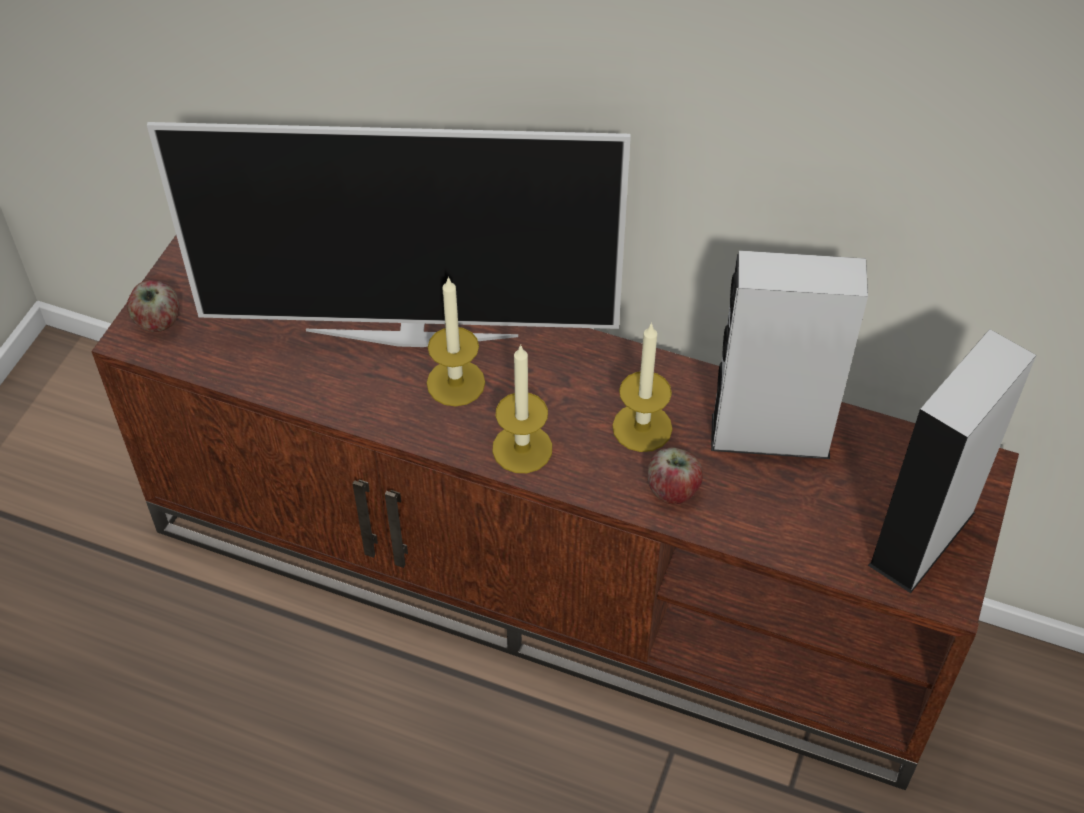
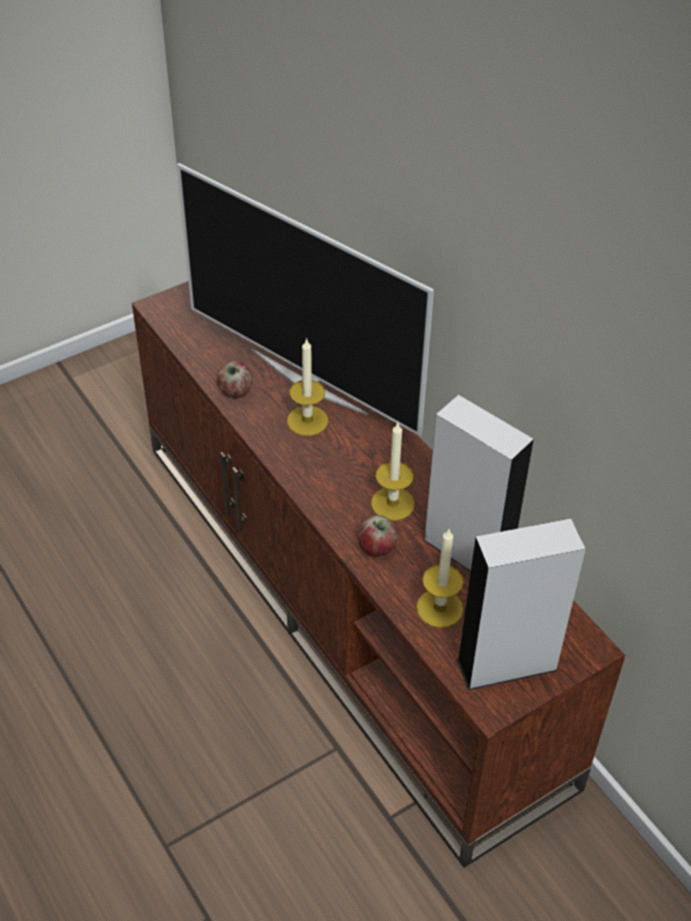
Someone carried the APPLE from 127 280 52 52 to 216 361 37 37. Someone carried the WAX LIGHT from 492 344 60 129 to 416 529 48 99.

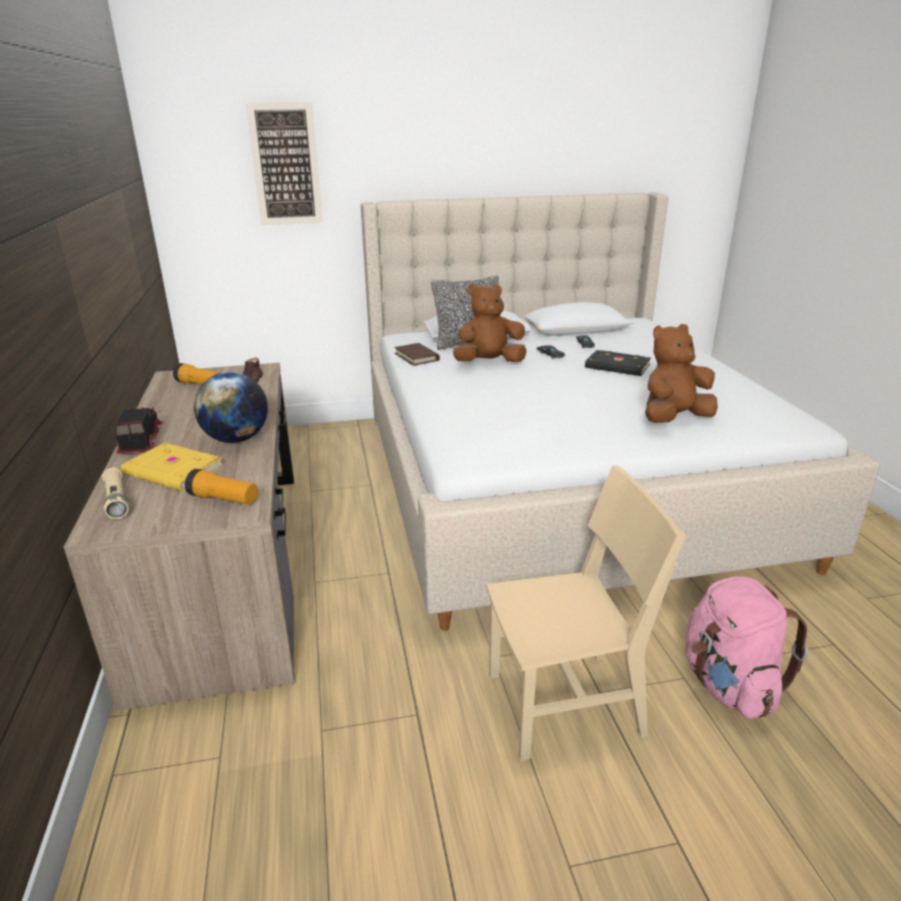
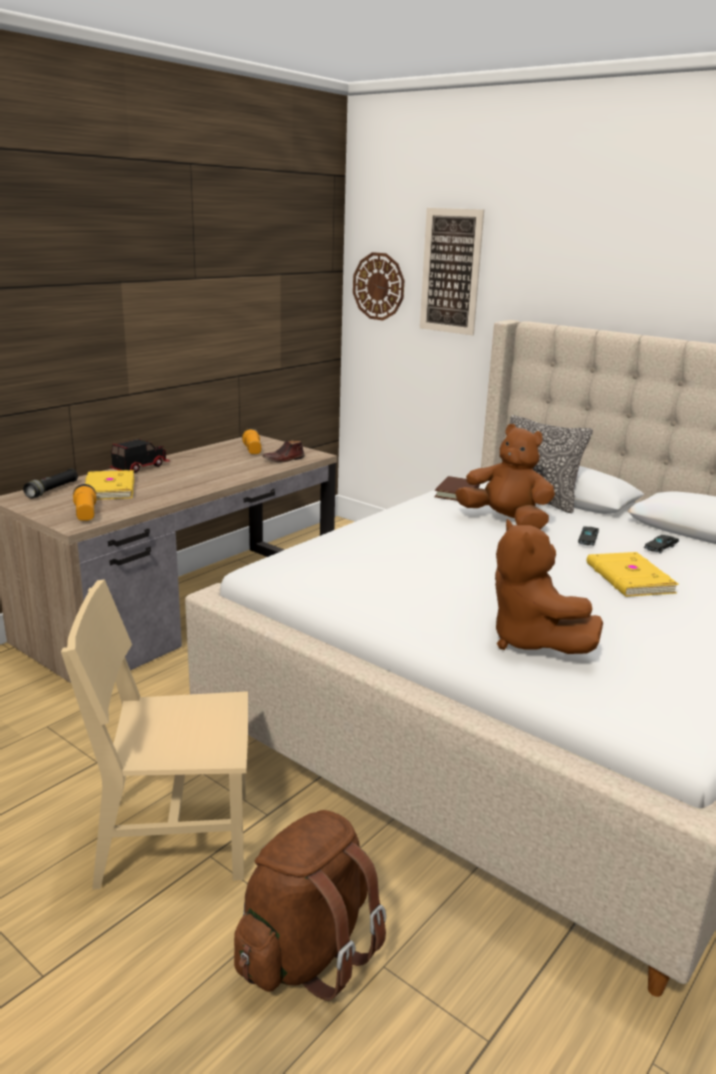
Someone repainted the SAND-COLOURED TORCH at 102 468 27 51, which became the BLACK-COLOURED TORCH at 23 469 55 29. Someone rotated the SAND-COLOURED UPRIGHT CHAIR at 486 465 200 296 by 135 degrees clockwise. Someone repainted the PINK RUCKSACK at 686 576 122 143, which became the BROWN RUCKSACK at 234 810 152 191. Someone put up the CLOCK ON THE WALL at 353 252 51 68. Someone rotated the BROWN CUDDLY TOY at 645 324 73 99 by 135 degrees counterclockwise. Someone repainted the BLACK-COLOURED BOUND BOOK at 585 350 66 26, which became the YELLOW BOUND BOOK at 587 552 91 45. Someone took away the GLOBE at 194 372 74 71.

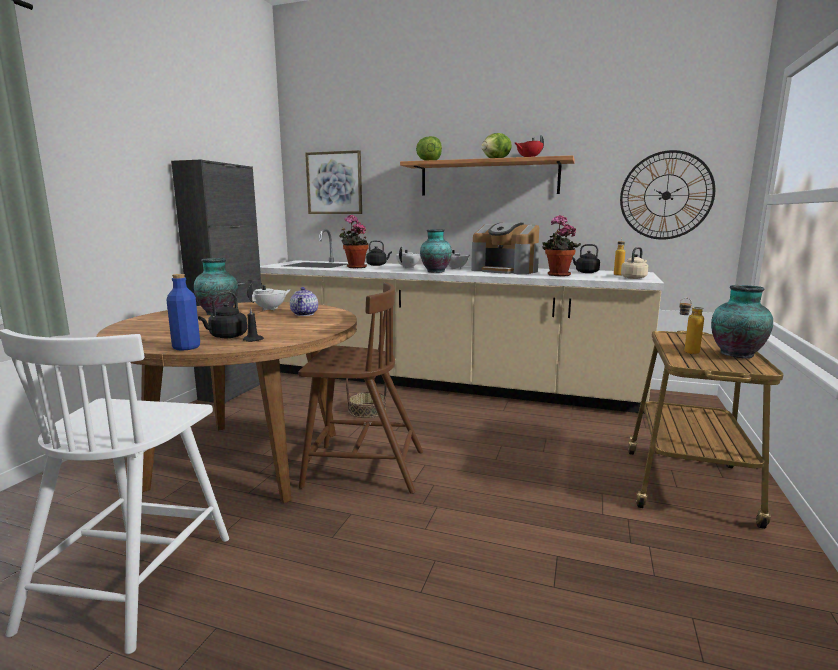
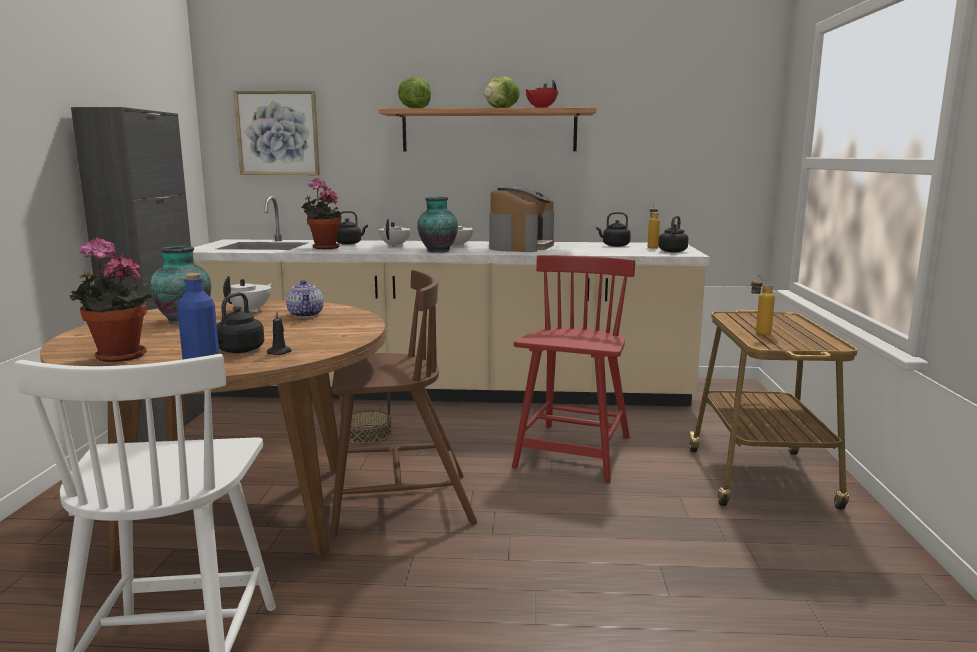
Someone carried the HOUSEPLANT from 542 215 39 61 to 70 237 82 125. Someone rotated the COFFEE BREWER at 471 222 69 53 by 90 degrees counterclockwise. Someone put down the RED-COLOURED UPRIGHT CHAIR at 512 255 123 228. Someone repainted the SAND-COLOURED TEA KETTLE at 621 247 27 32, which became the BLACK-COLOURED TEA KETTLE at 658 216 30 36. Someone took away the CLOCK ON THE WALL at 620 150 95 90. Someone took away the VASE at 711 285 62 74.

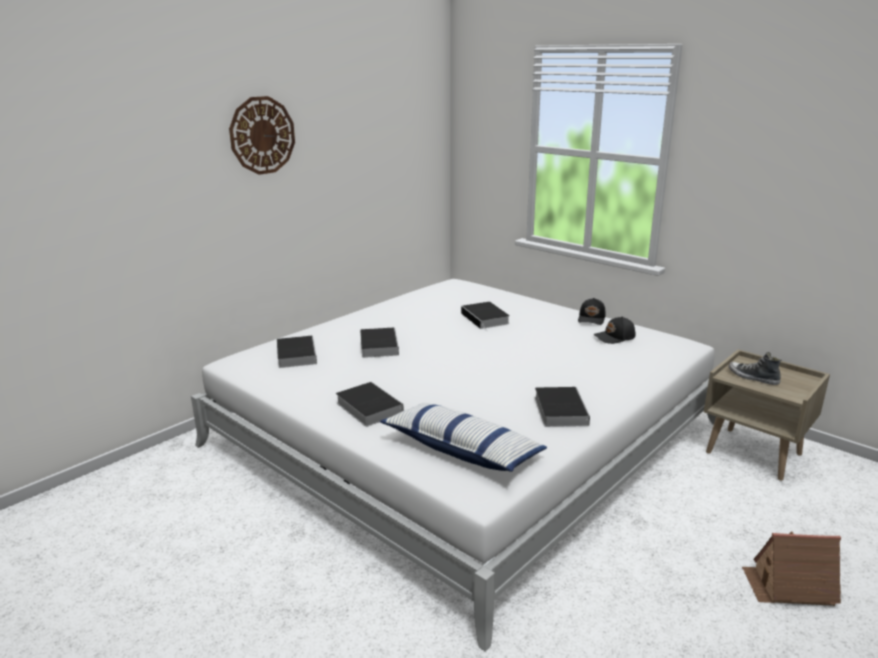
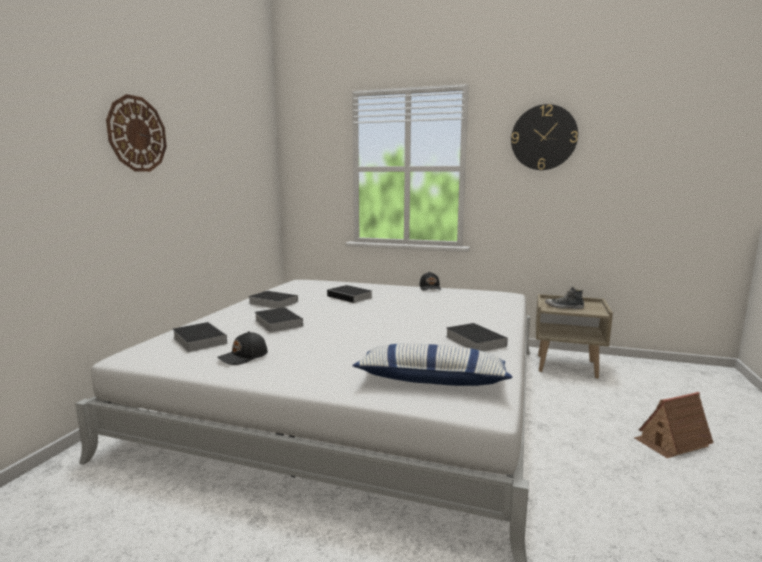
Someone carried the BLACK-COLOURED CAP from 593 317 42 27 to 217 331 51 34. Someone carried the BOUND BOOK from 336 382 68 45 to 248 291 50 18. Someone put up the CLOCK ON THE WALL at 511 104 67 66.

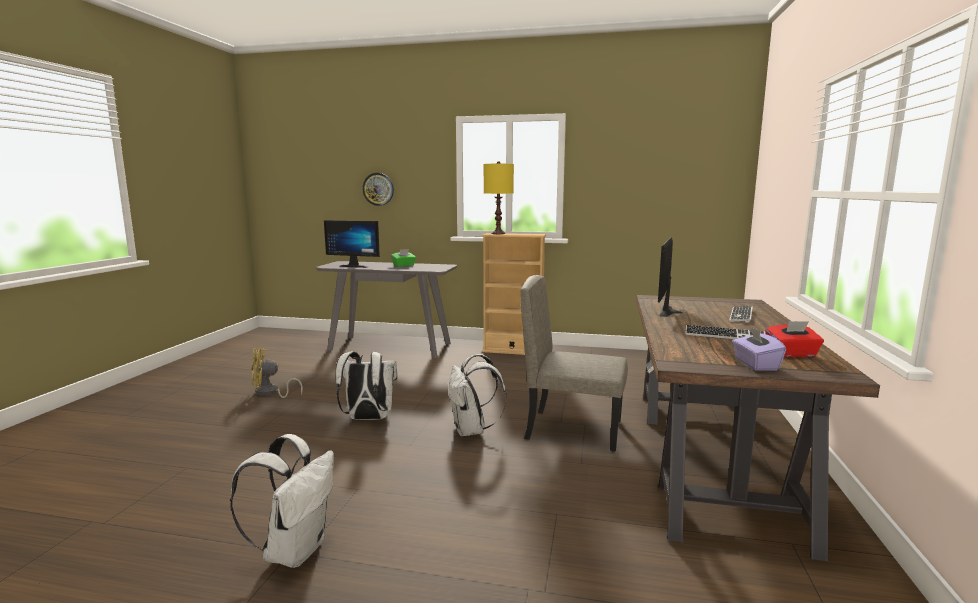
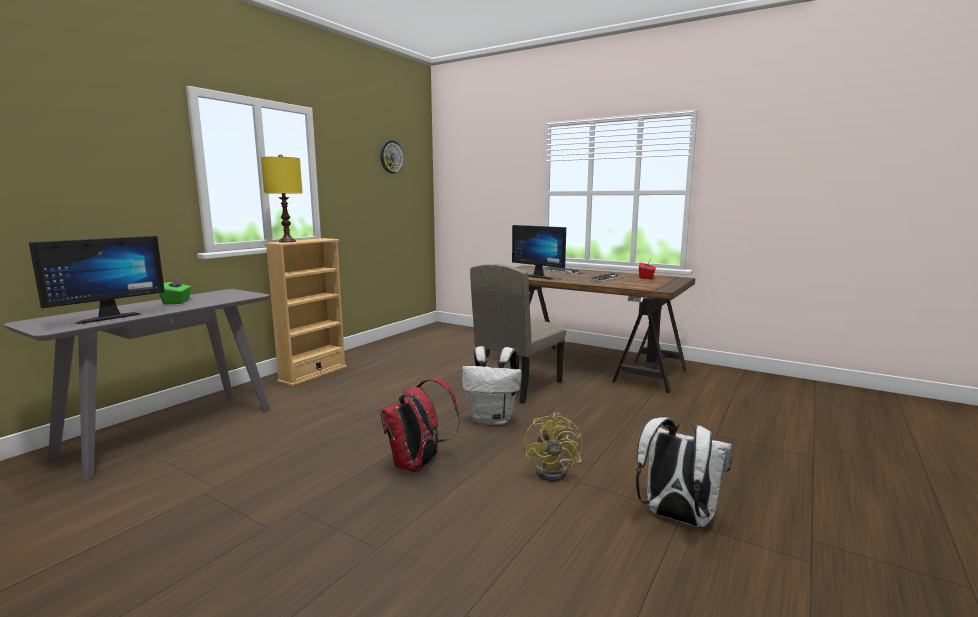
Someone carried the CLOCK ON THE WALL from 362 173 32 33 to 380 140 24 34. Someone repainted the WHITE RUCKSACK at 335 351 63 69, which became the RED-COLOURED RUCKSACK at 380 378 80 94. Someone carried the YELLOW FAN from 251 348 52 50 to 524 412 58 70. Someone took away the PURPLE-COLOURED TISSUE HOLDER at 732 326 54 45.

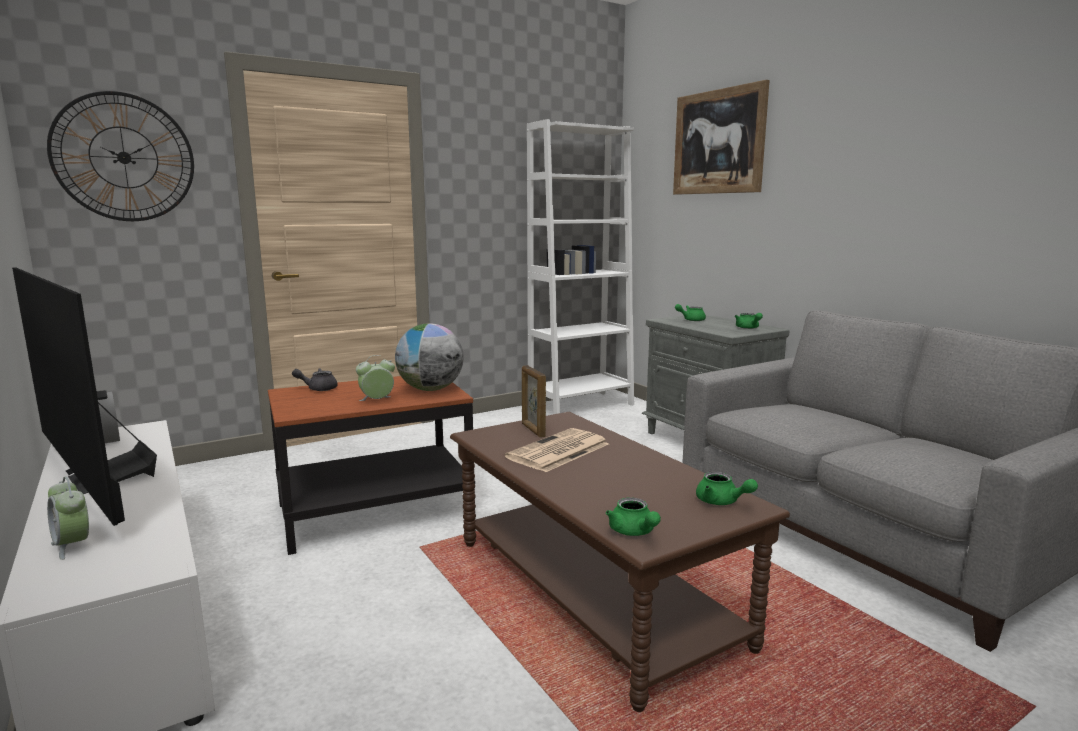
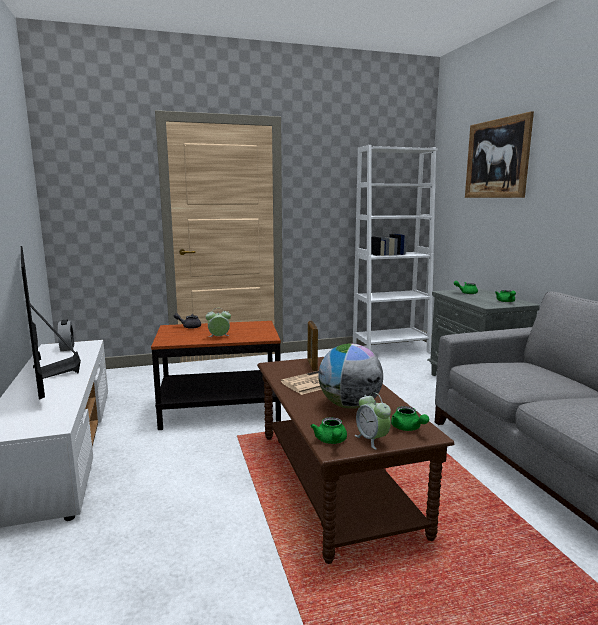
Someone carried the GLOBE from 395 323 69 68 to 318 343 65 66. Someone carried the BEDSIDE CLOCK from 47 477 42 83 to 355 392 36 58. Someone took away the CLOCK ON THE WALL at 47 91 147 130.

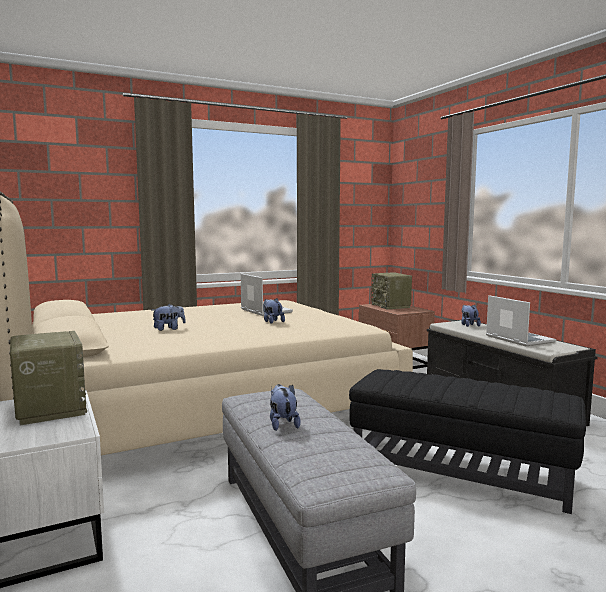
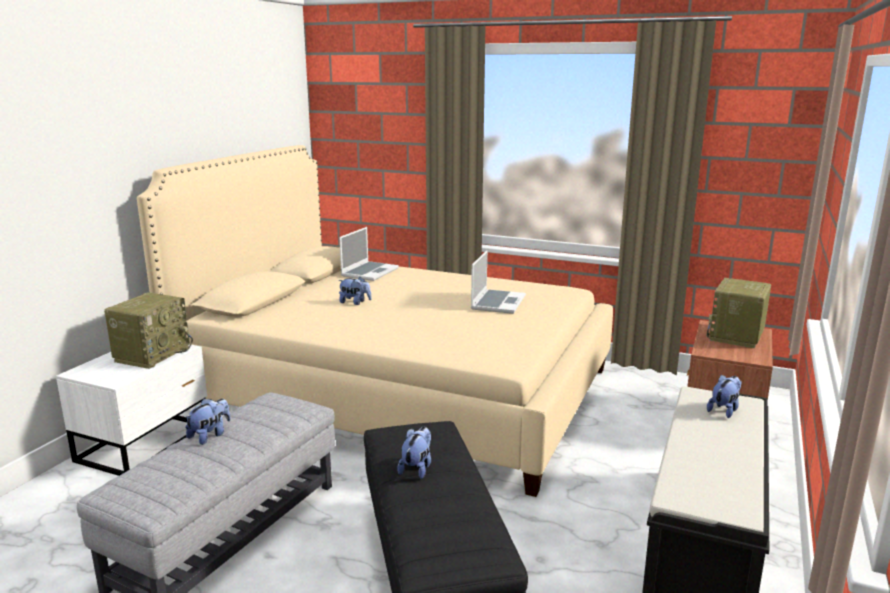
Someone carried the NOTEBOOK COMPUTER from 486 295 70 51 to 340 227 59 54. Someone carried the CUDDLY TOY from 263 298 22 26 to 397 427 34 52.

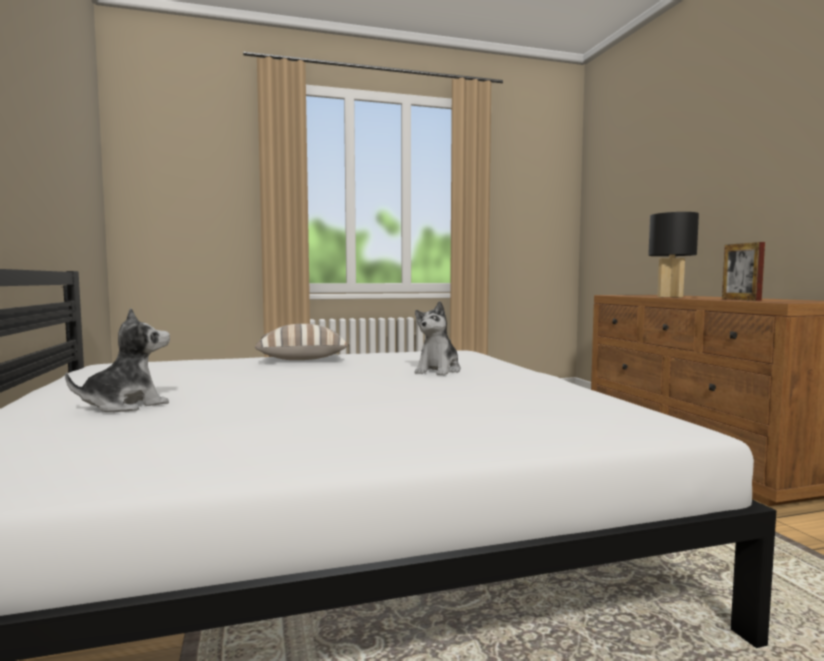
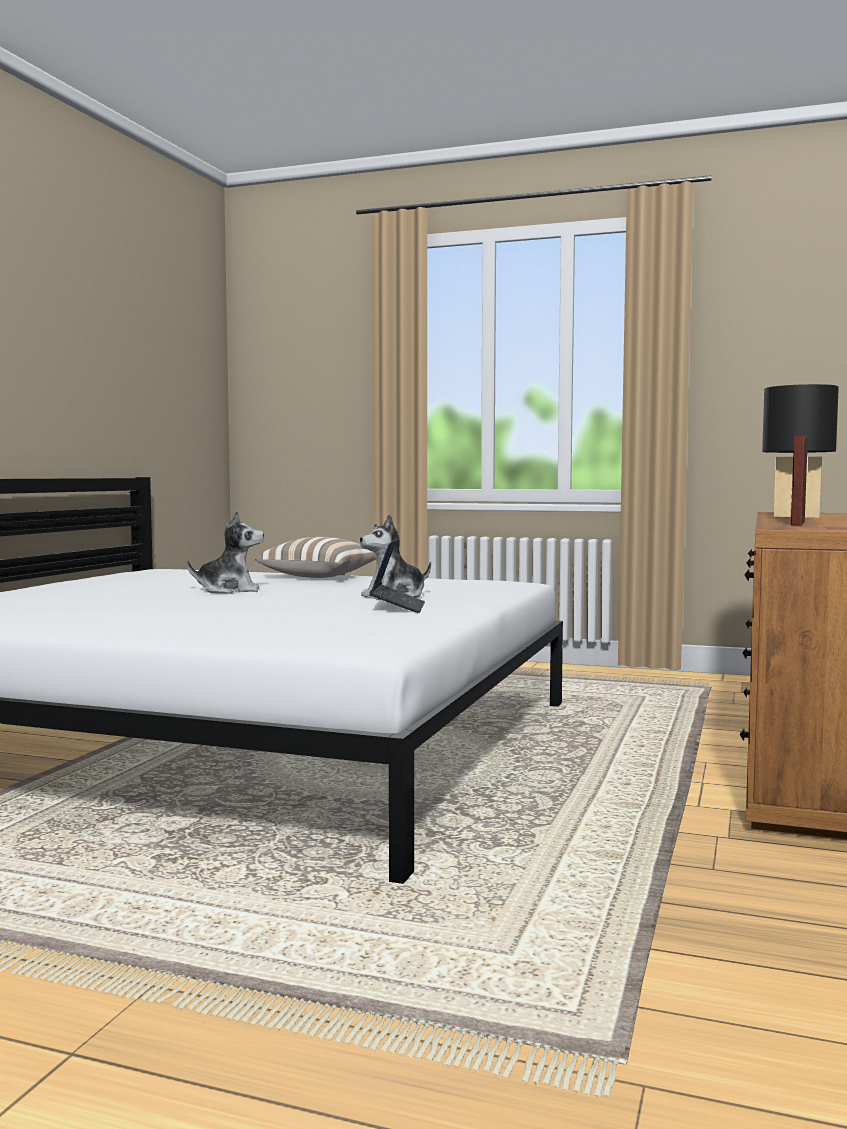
Someone carried the CUDDLY TOY from 65 308 105 104 to 187 511 77 83. Someone put down the NOTEBOOK COMPUTER at 370 539 55 74.

